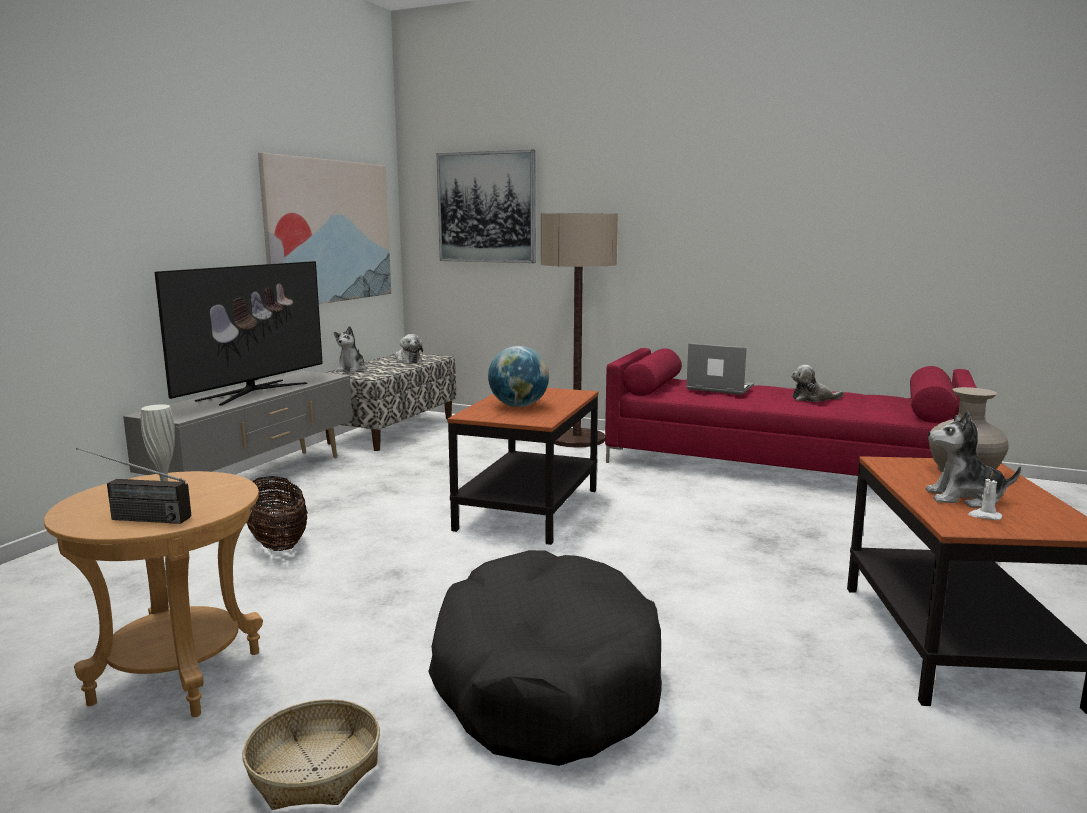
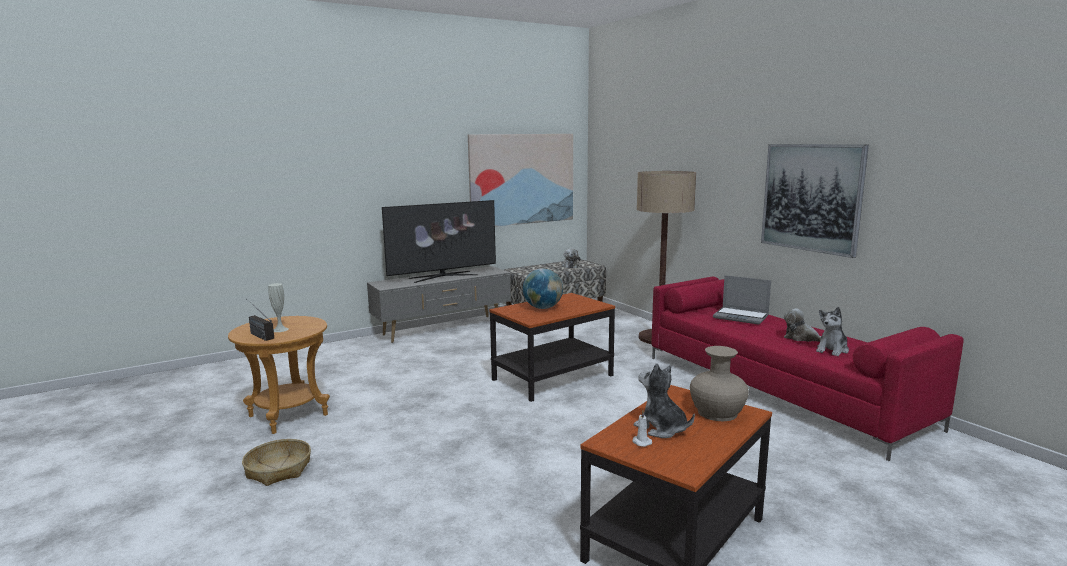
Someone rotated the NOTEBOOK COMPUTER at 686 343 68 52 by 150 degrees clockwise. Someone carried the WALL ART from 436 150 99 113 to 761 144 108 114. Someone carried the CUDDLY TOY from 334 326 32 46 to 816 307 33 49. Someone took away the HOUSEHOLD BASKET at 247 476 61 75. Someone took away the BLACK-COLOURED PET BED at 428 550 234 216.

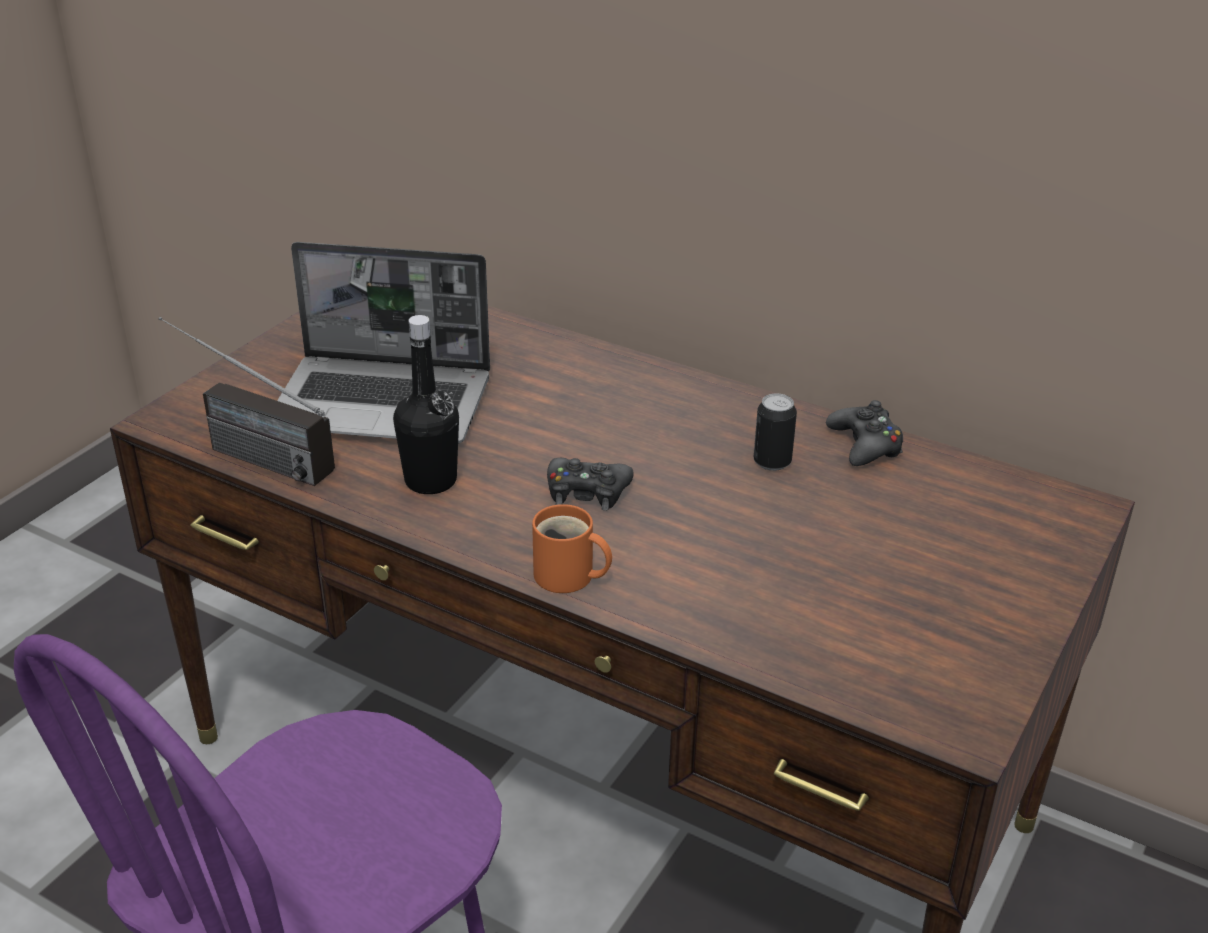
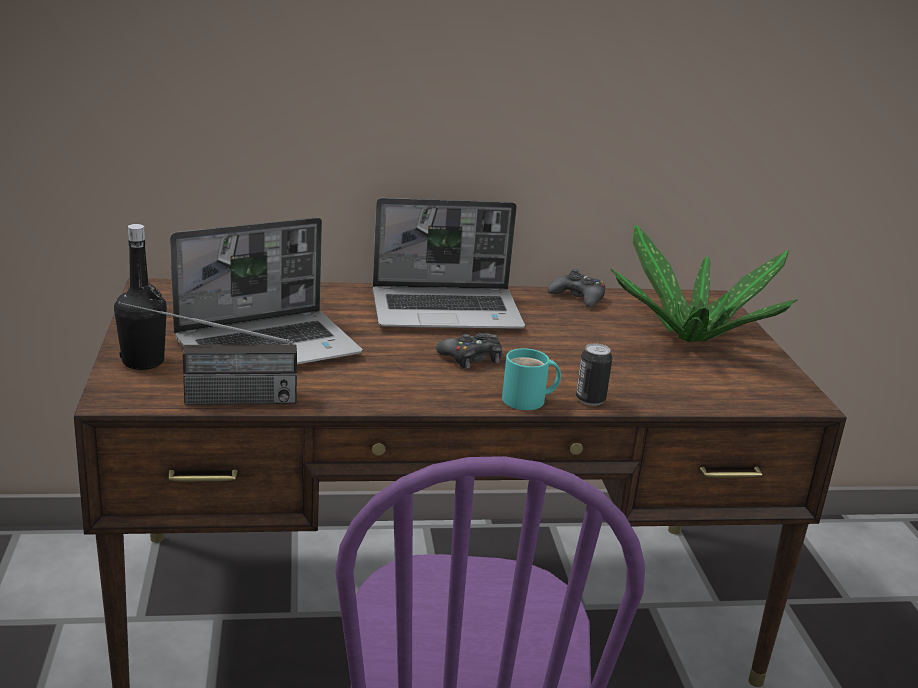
Someone carried the BLACK-COLOURED BEVERAGE BOTTLE from 393 315 66 179 to 114 224 53 146. Someone put down the NOTEBOOK COMPUTER at 373 198 152 131. Someone repainted the ORANGE MUG at 532 504 80 89, which became the TURQUOISE-COLOURED MUG at 502 348 59 62. Someone carried the METAL CAN from 754 393 43 78 to 576 344 36 62. Someone put down the HOUSEPLANT at 611 225 187 117.

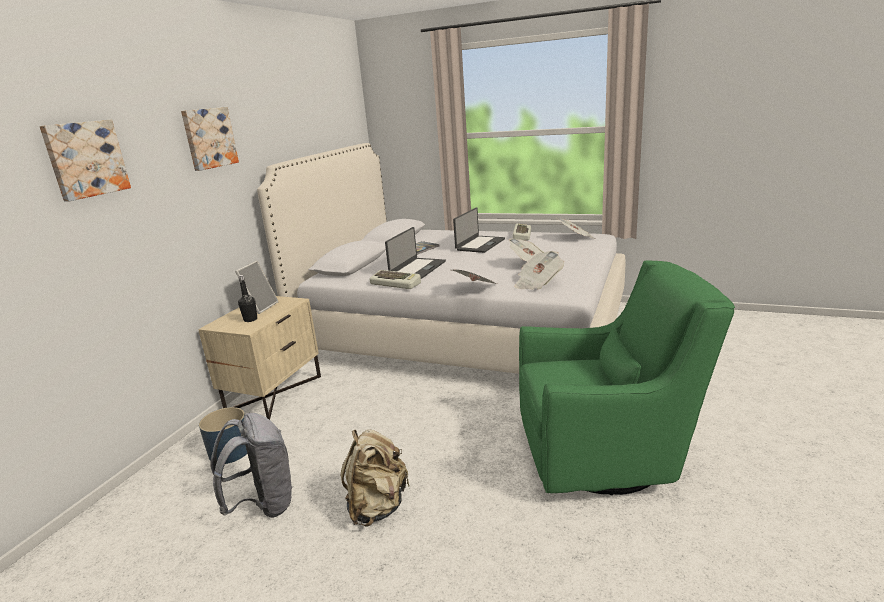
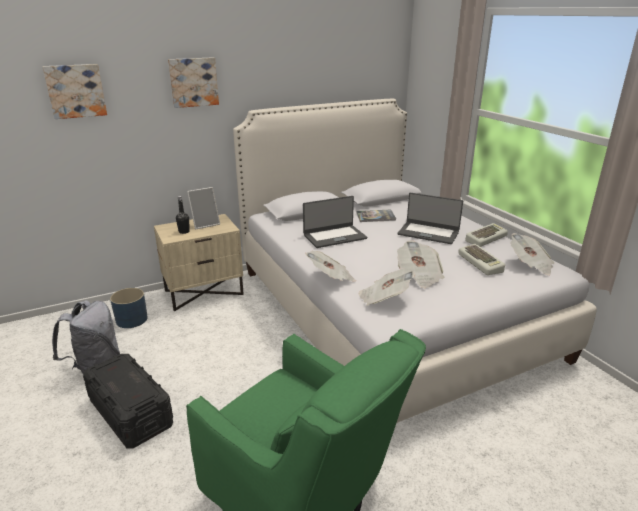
Someone swapped the SAND-COLOURED RUCKSACK at 340 430 70 97 for the BLACK-COLOURED STORAGE CONTAINER at 83 354 90 95. Someone rotated the NOTEBOOK COMPUTER at 453 208 52 45 by 45 degrees clockwise. Someone carried the KEYBOARD from 369 270 52 19 to 458 244 47 31.

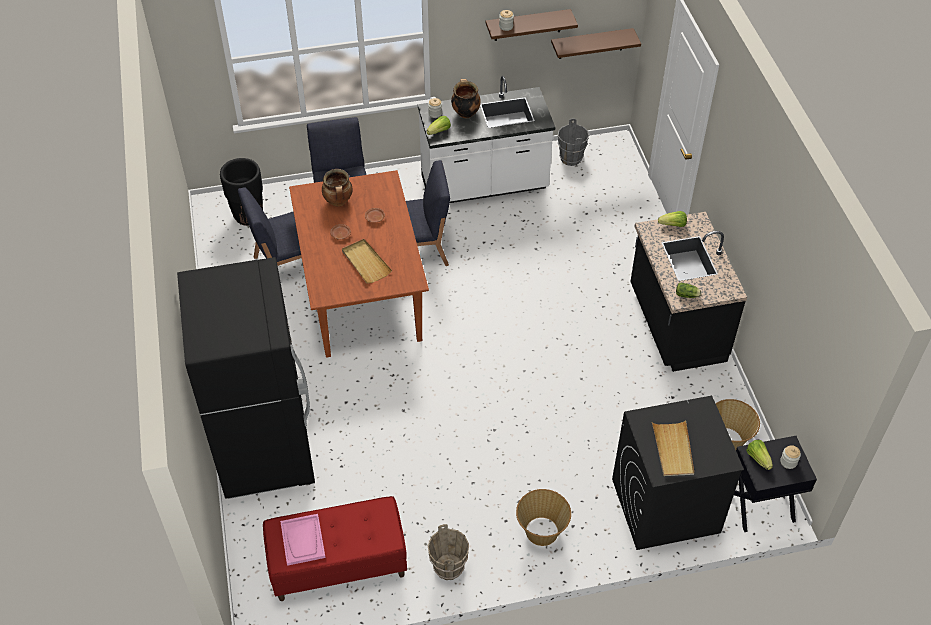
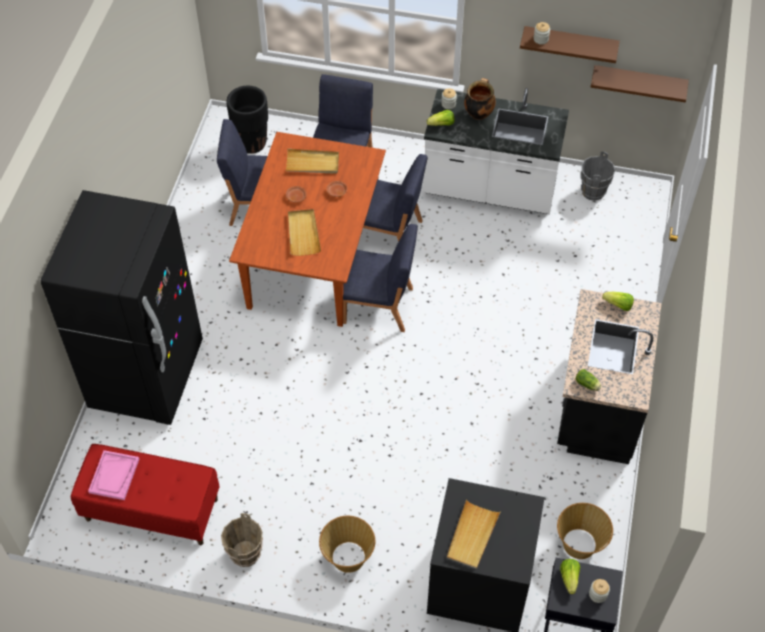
Someone swapped the SAUCEPOT at 322 169 31 37 for the SAND-COLOURED CARRYING TRAY at 285 149 54 25. Someone put down the BLUE UPRIGHT CHAIR at 343 224 75 108.

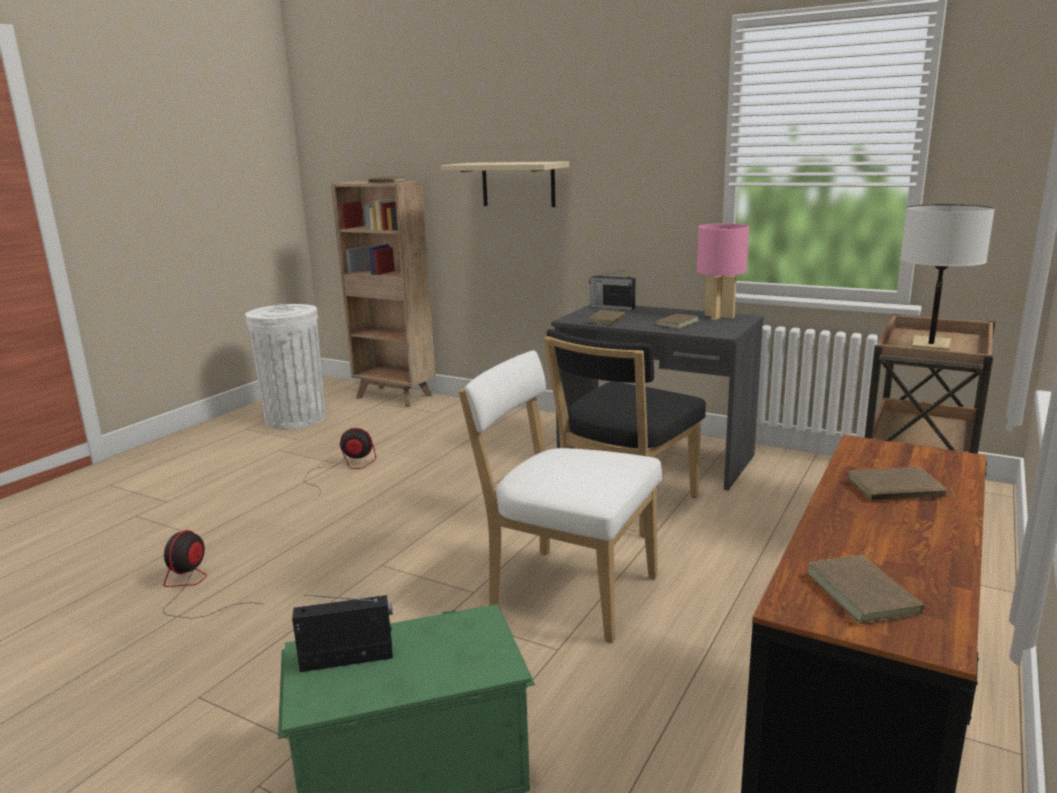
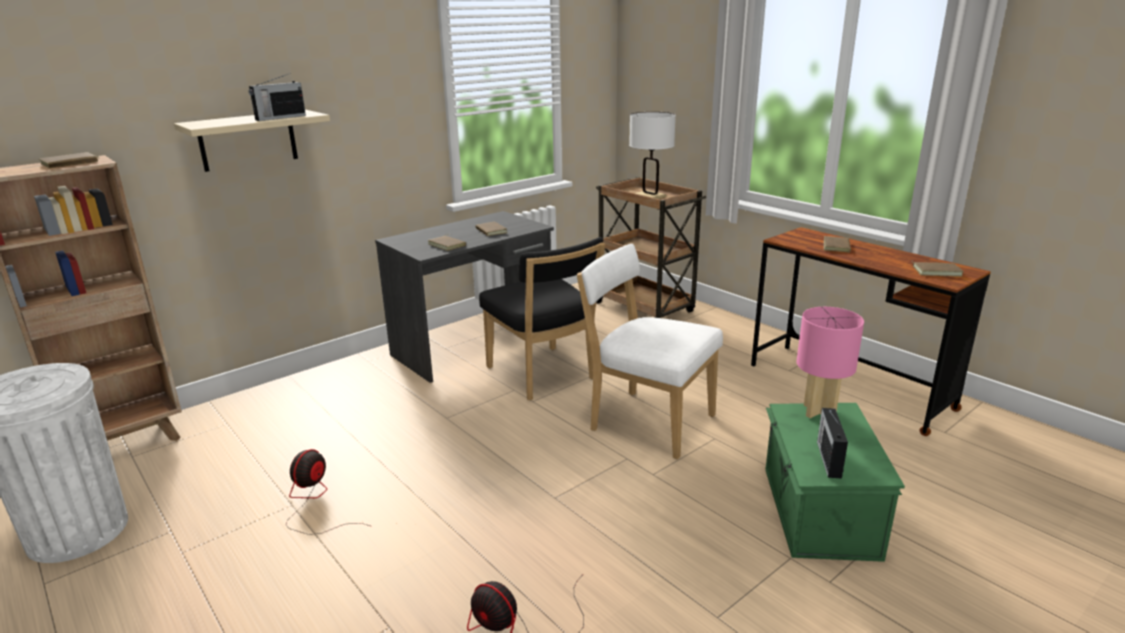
Someone carried the RADIO RECEIVER from 589 270 46 40 to 249 73 57 48. Someone rotated the WHITE UPRIGHT CHAIR at 459 350 203 293 by 75 degrees clockwise. Someone carried the PINK TABLE LAMP from 697 223 52 97 to 797 307 67 111.

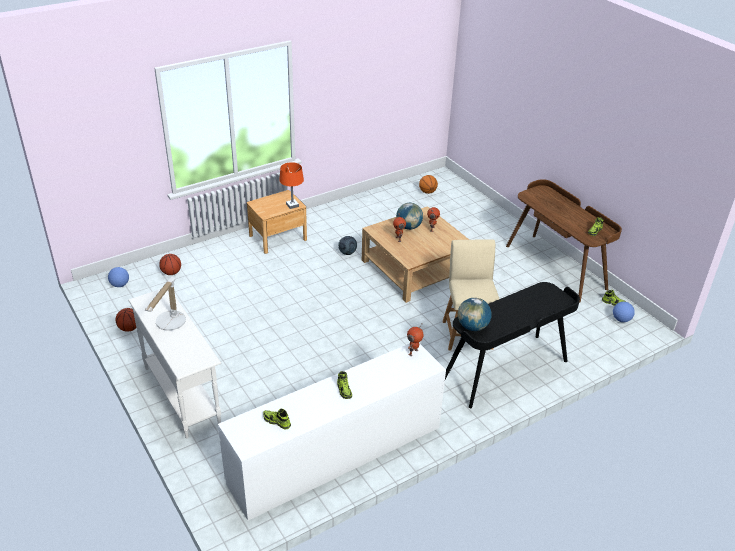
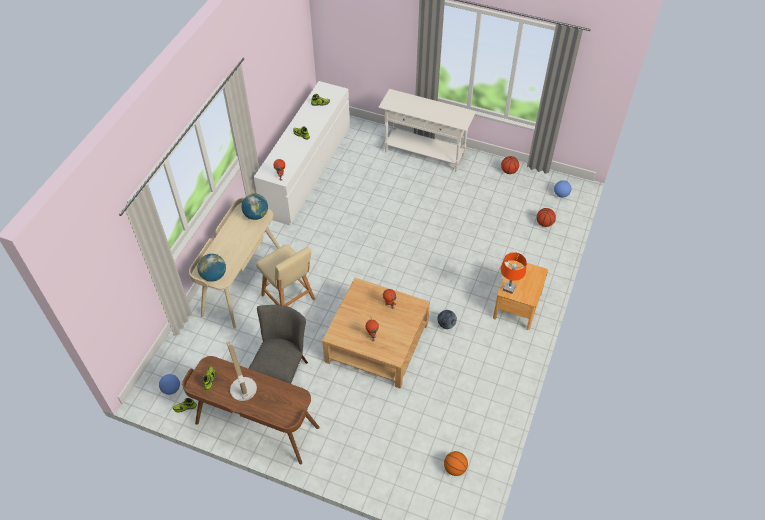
Someone repainted the BLACK-COLOURED DESK at 445 282 135 126, which became the SAND-COLOURED DESK at 189 197 91 131. Someone carried the GLOBE from 396 203 27 27 to 197 254 29 27. Someone carried the TABLE LAMP from 145 277 41 53 to 226 341 31 60. Someone put down the GREYISH UPRIGHT CHAIR at 249 305 59 79.

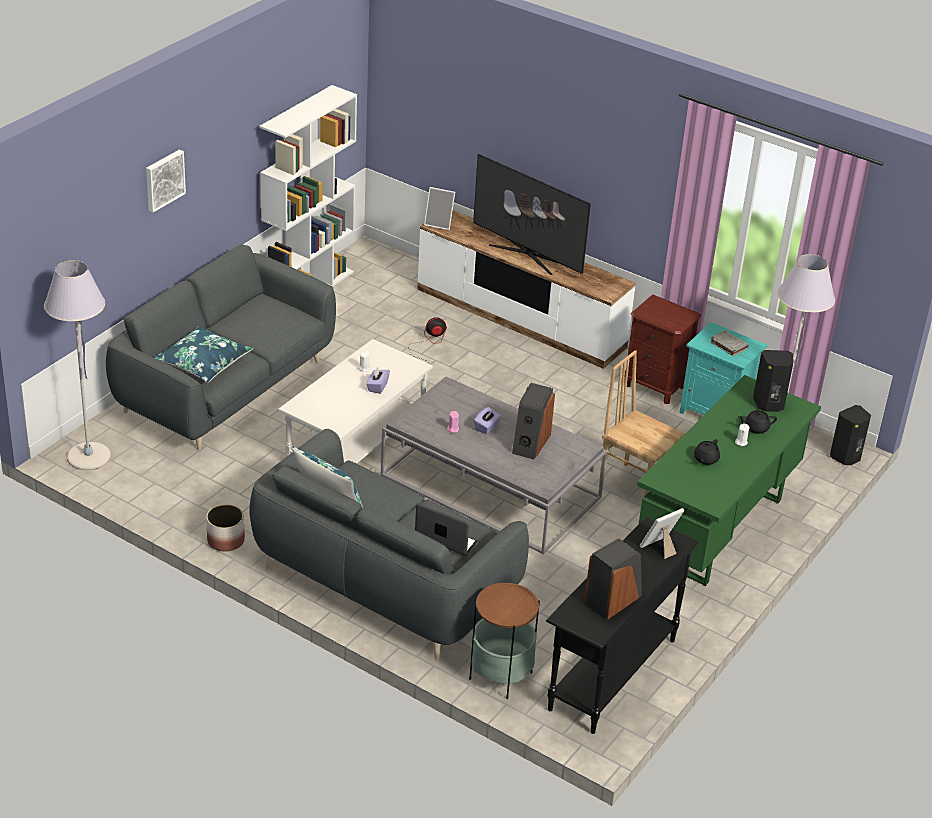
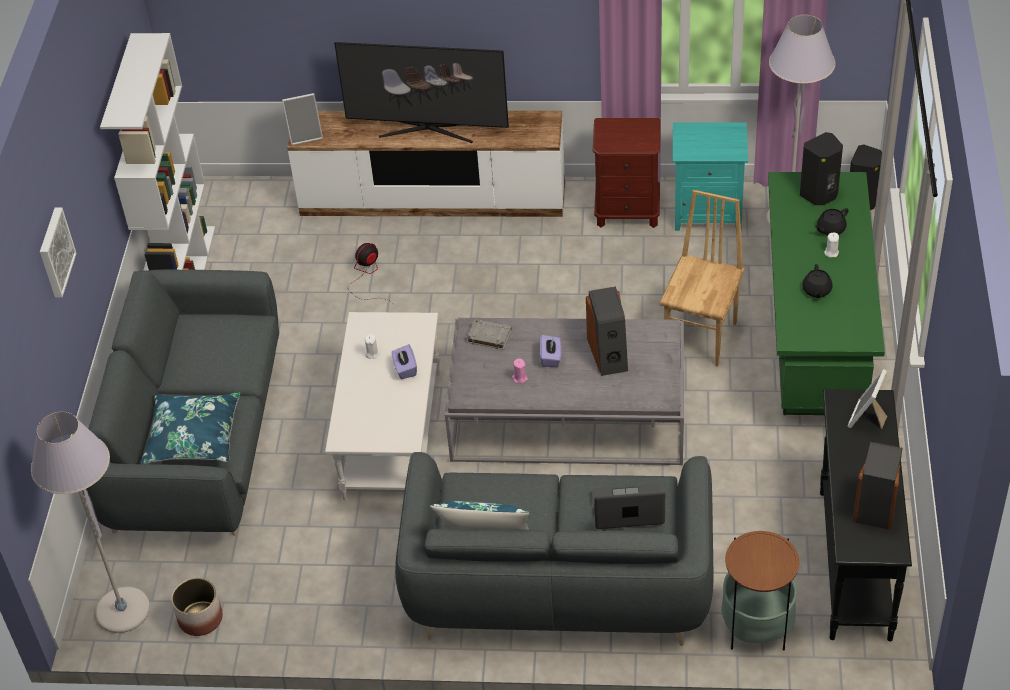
Someone carried the PLANT POT from 207 504 38 48 to 171 578 52 58. Someone carried the GREYISH BOUND BOOK from 710 330 39 27 to 466 319 46 31. Someone rotated the BROWN UPRIGHT CHAIR at 599 350 86 147 by 105 degrees clockwise.

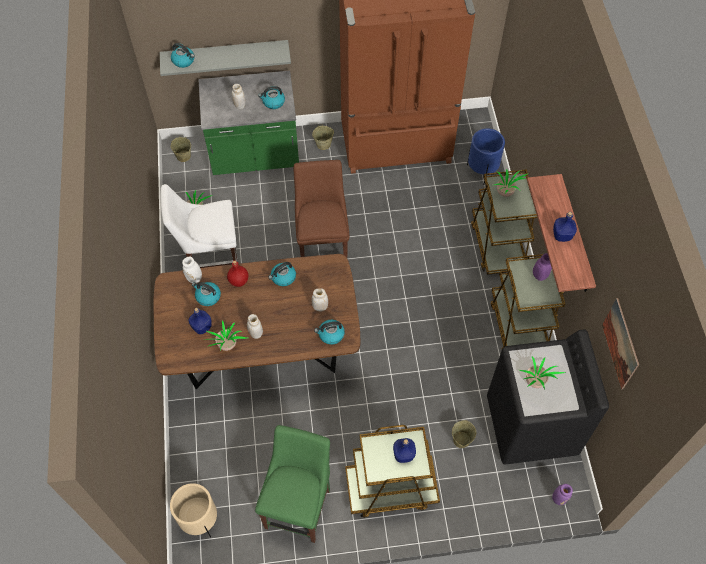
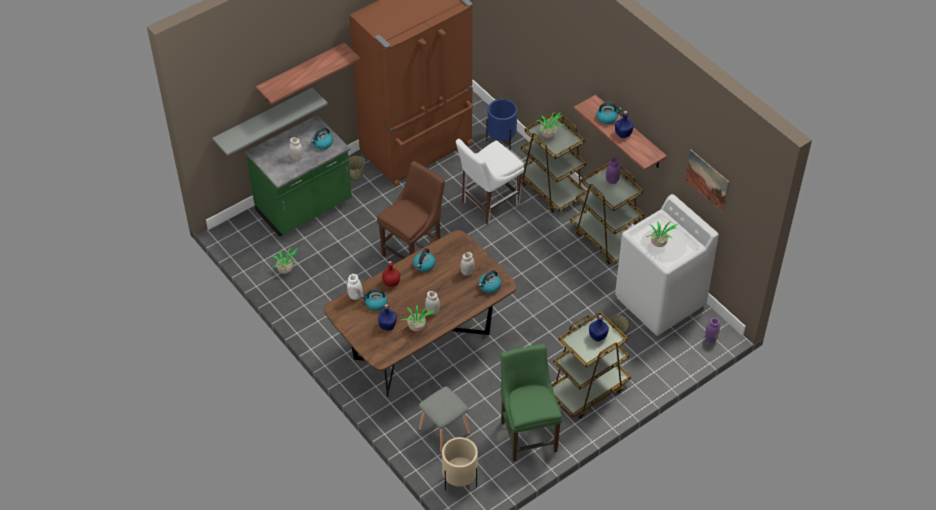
Someone put up the SHELF at 256 43 104 61. Someone rotated the BROWN UPRIGHT CHAIR at 293 160 56 97 by 75 degrees clockwise. Someone put down the GREYISH SITTING STOOL at 419 387 51 66. Someone carried the WHITE UPRIGHT CHAIR from 161 184 77 84 to 456 139 68 86. Someone carried the TEA KETTLE from 171 43 24 25 to 596 103 26 21. Someone repainted the BLACK-COLOURED LAUNDRY APPLIANCE at 487 329 122 136, which became the WHITE LAUNDRY APPLIANCE at 615 194 104 142. Someone took away the SAND-COLOURED BUCKET at 171 136 20 26.

